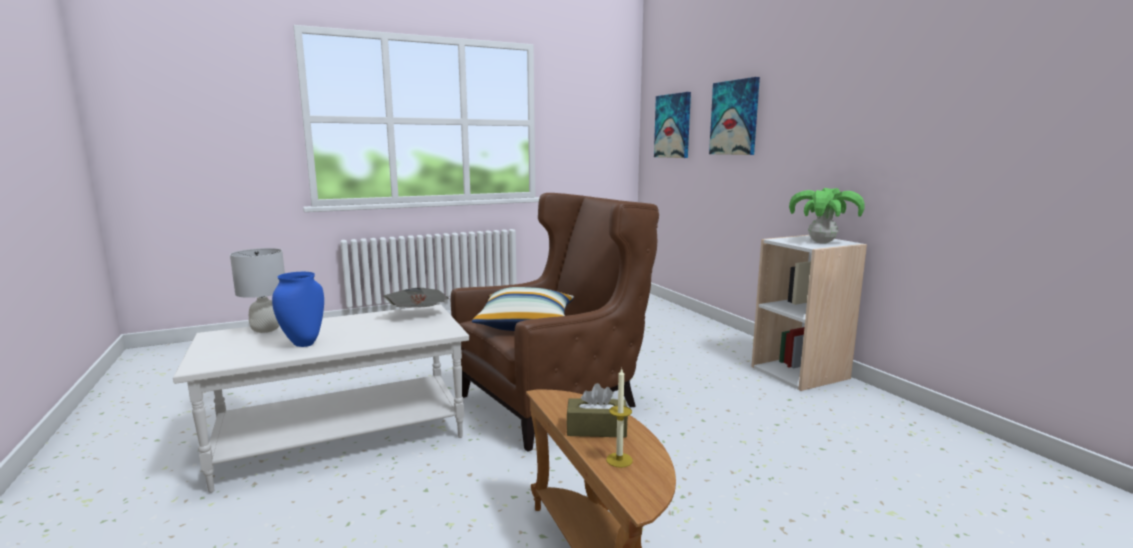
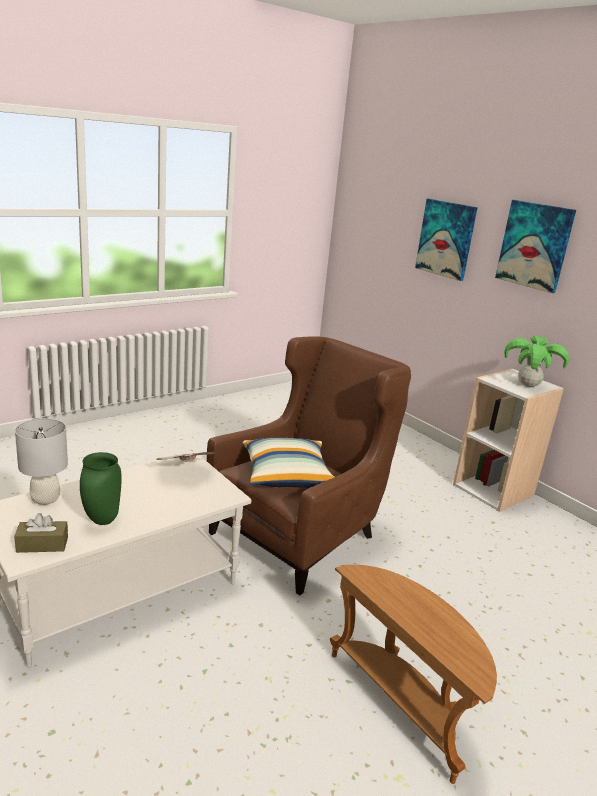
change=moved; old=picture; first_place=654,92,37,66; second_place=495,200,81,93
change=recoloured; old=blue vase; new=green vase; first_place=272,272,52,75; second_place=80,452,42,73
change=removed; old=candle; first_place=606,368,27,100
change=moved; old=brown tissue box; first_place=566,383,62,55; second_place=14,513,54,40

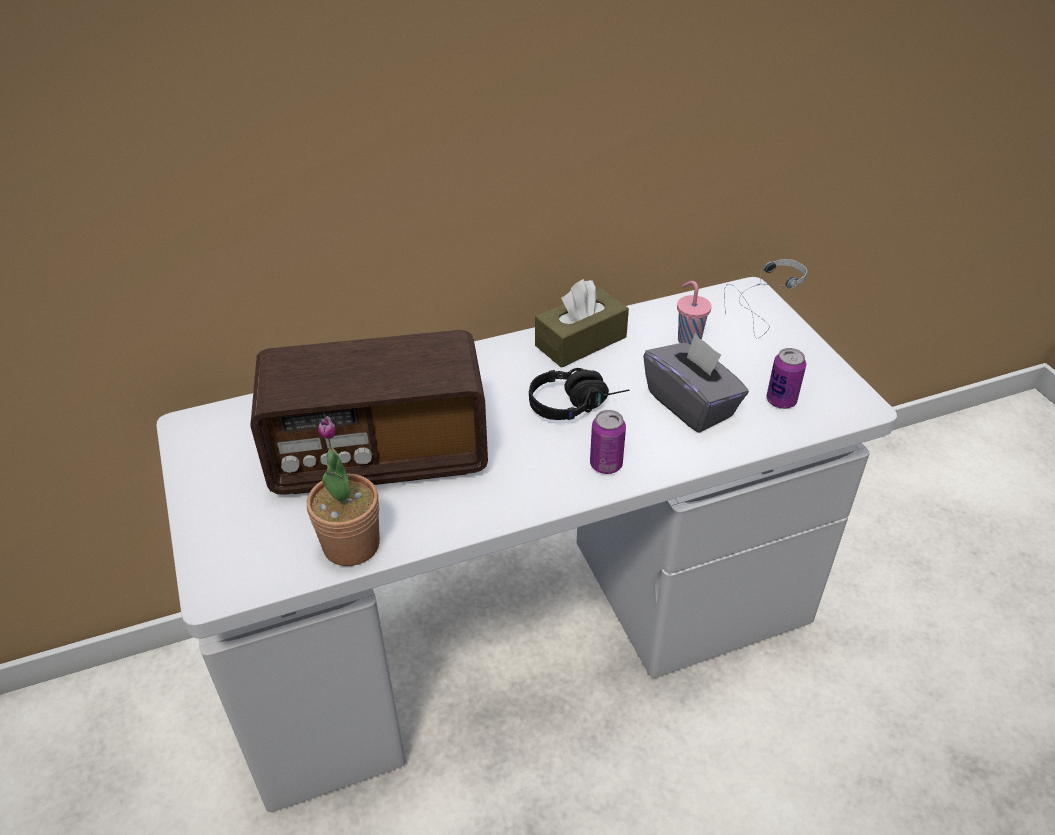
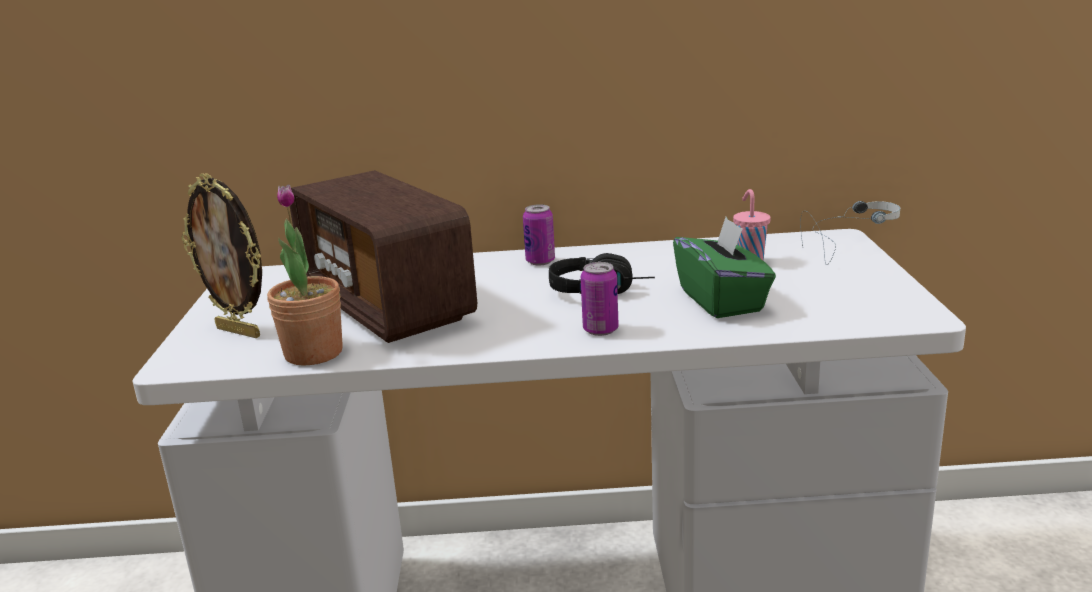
change=removed; old=brown tissue box; first_place=535,279,94,89
change=turned; old=radio; first_place=250,330,238,165; second_place=290,170,187,173; degrees=45
change=recoloured; old=grey tissue box; new=green tissue box; first_place=643,333,106,100; second_place=673,217,103,101
change=moved; old=can; first_place=766,348,40,61; second_place=523,204,32,61
change=added; new=picture frame; second_place=181,173,81,165

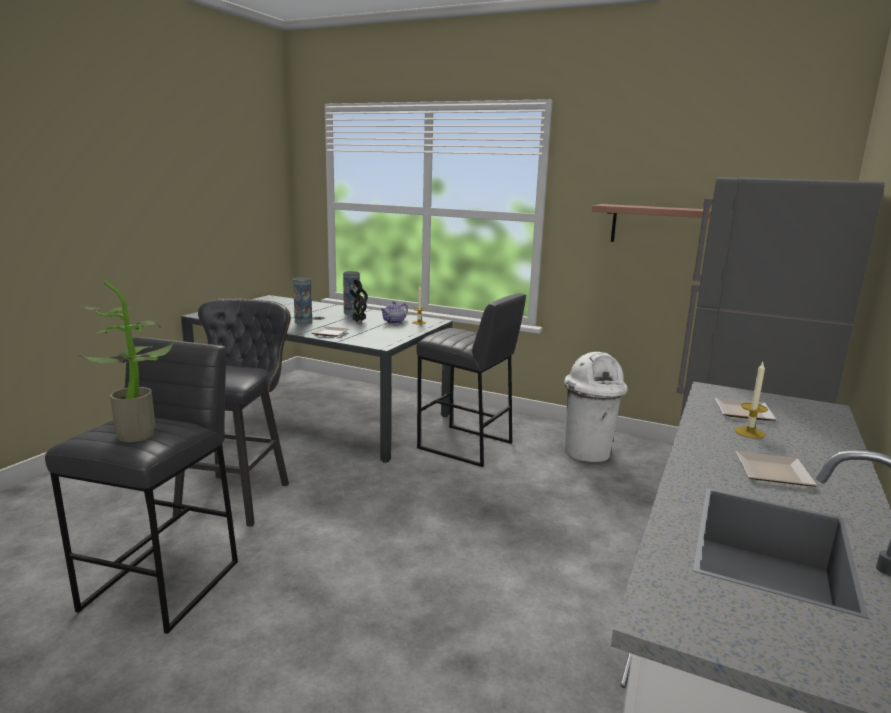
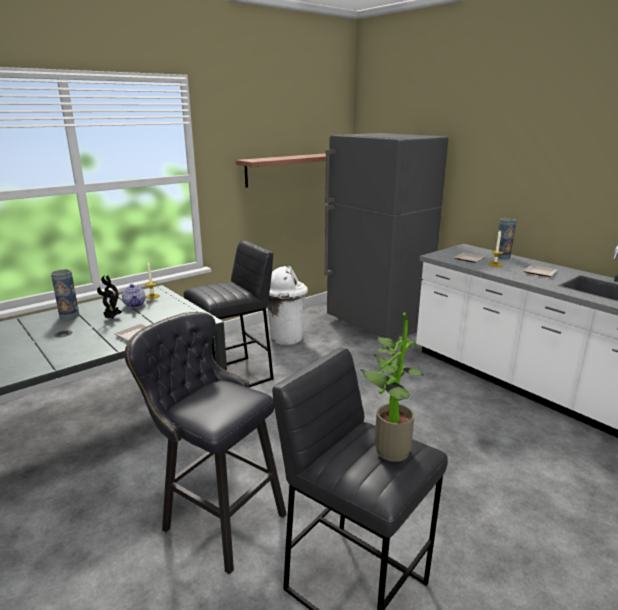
change=moved; old=vase; first_place=293,277,19,47; second_place=494,218,22,41

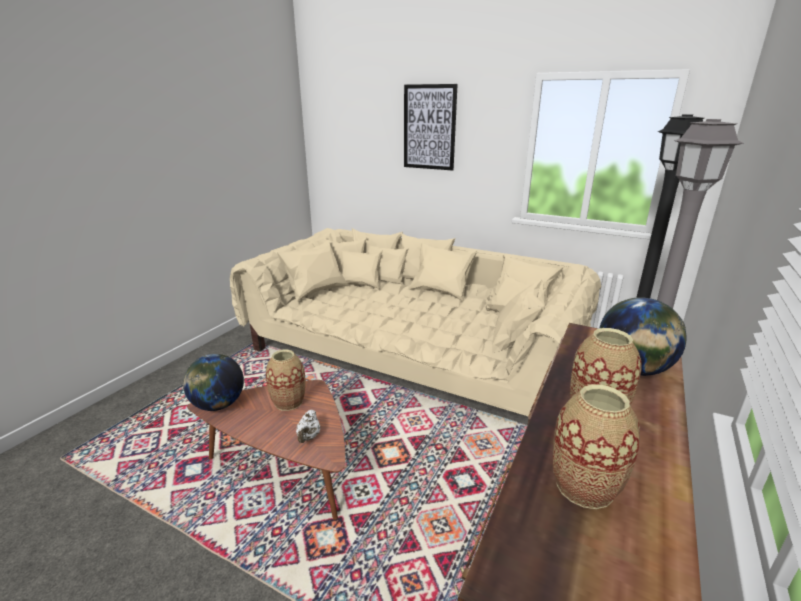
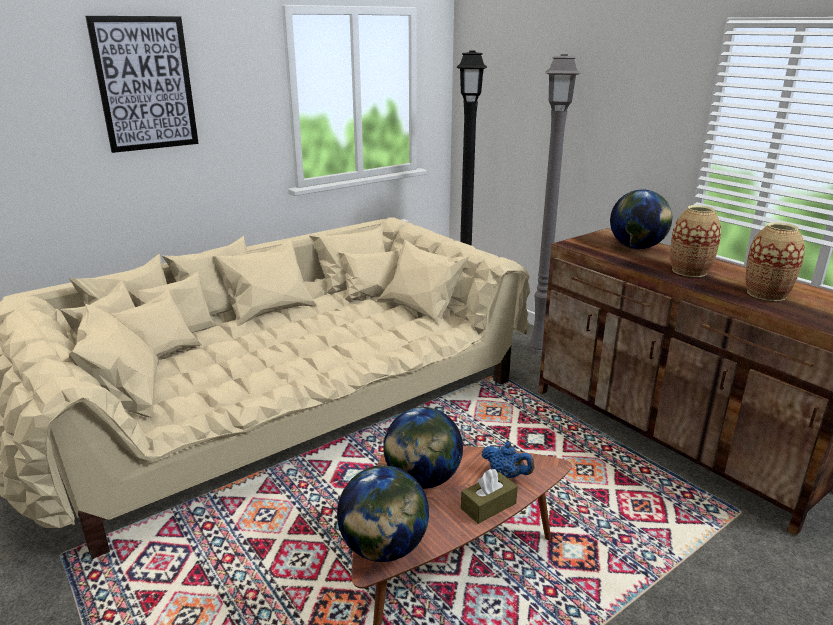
change=replaced; old=vase; new=globe; first_place=266,349,40,62; second_place=384,407,79,82
change=recoloured; old=white teapot; new=blue teapot; first_place=296,410,24,33; second_place=482,442,53,36
change=added; new=brown tissue box; second_place=461,469,57,55

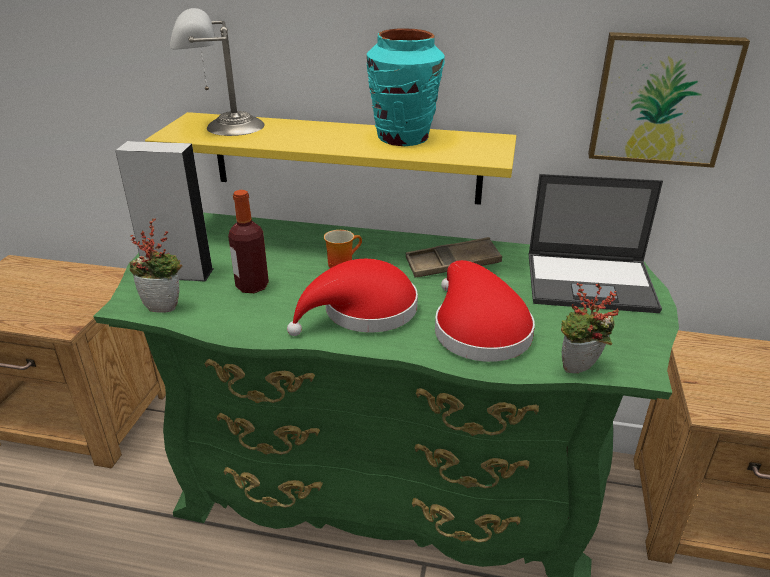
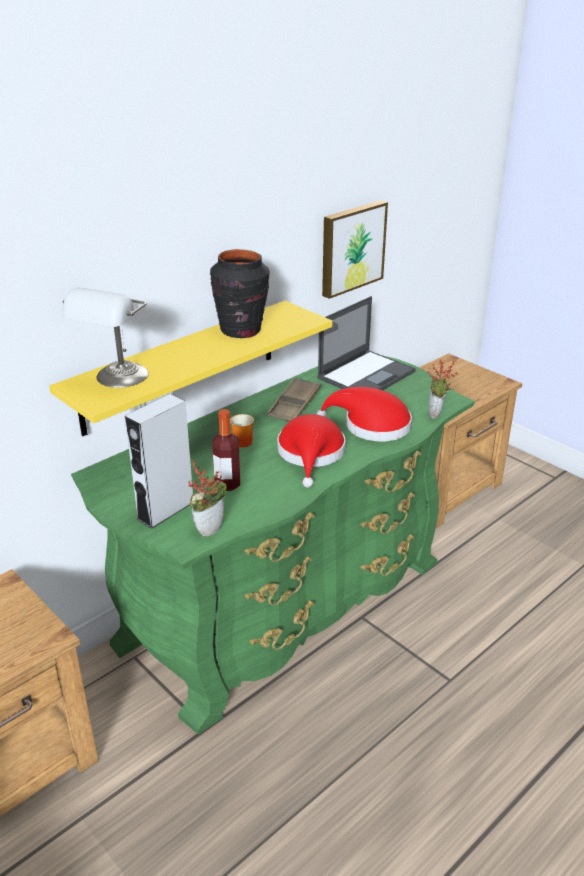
change=recoloured; old=turquoise vase; new=black vase; first_place=367,28,78,118; second_place=210,249,60,89

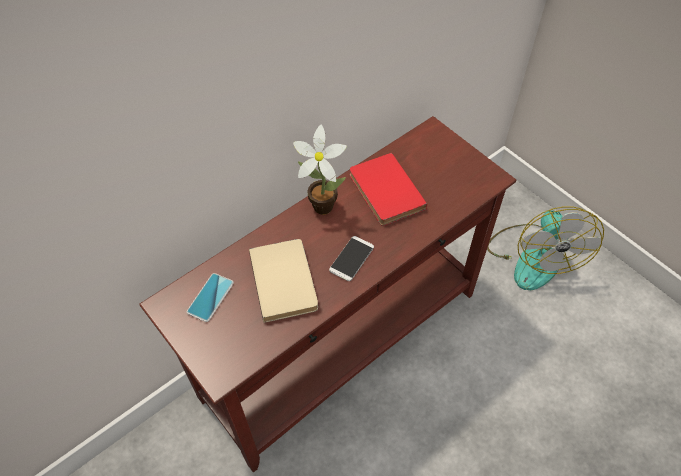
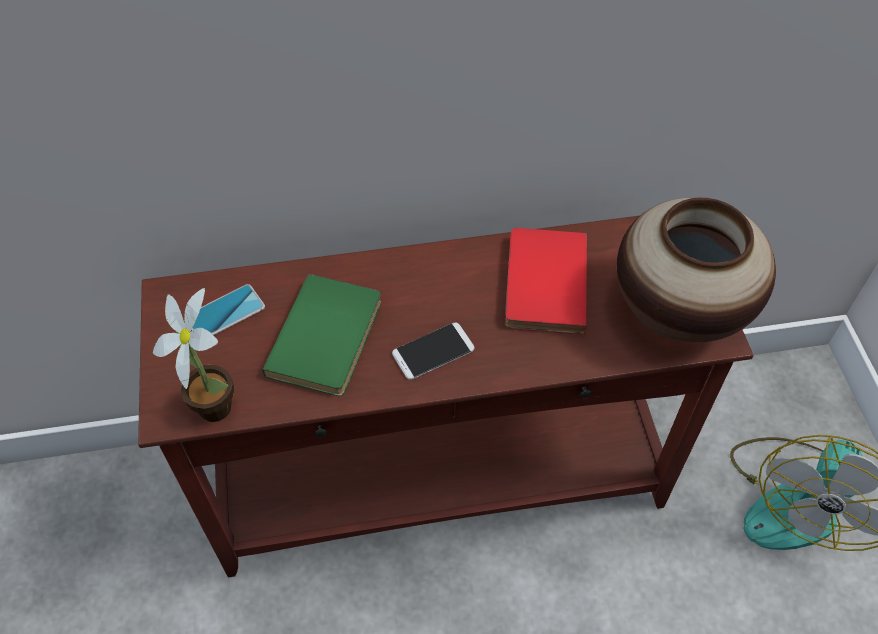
change=moved; old=potted plant; first_place=293,125,54,89; second_place=153,288,81,134
change=recoloured; old=beige book; new=green book; first_place=249,239,69,84; second_place=263,274,118,122
change=added; new=vase; second_place=617,198,159,144

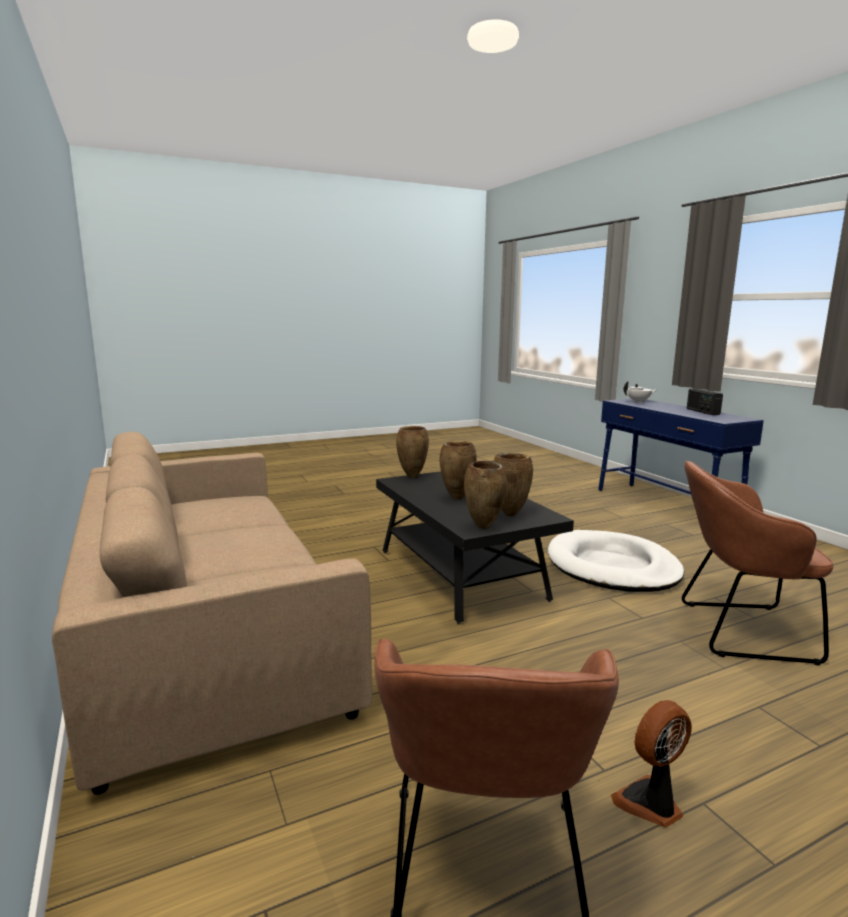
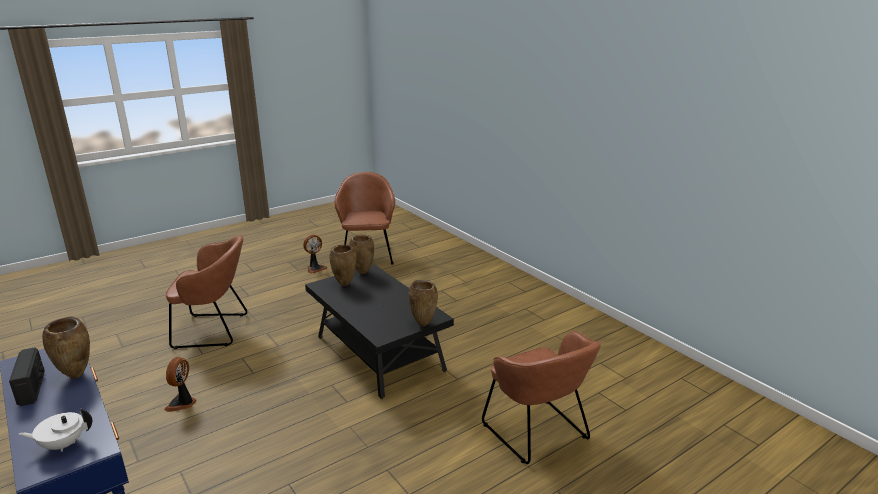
change=removed; old=beige sofa; first_place=52,432,321,363
change=moved; old=brown vase; first_place=439,441,38,58; second_place=42,316,48,63
change=removed; old=white dog bed; first_place=548,530,136,62
change=added; new=brown armchair; second_place=482,331,119,133
change=added; new=fan; second_place=164,357,33,55

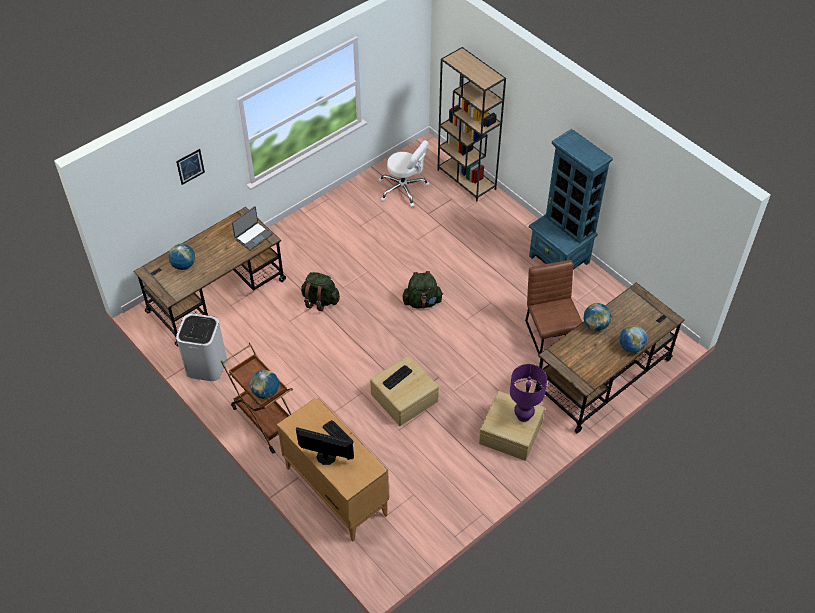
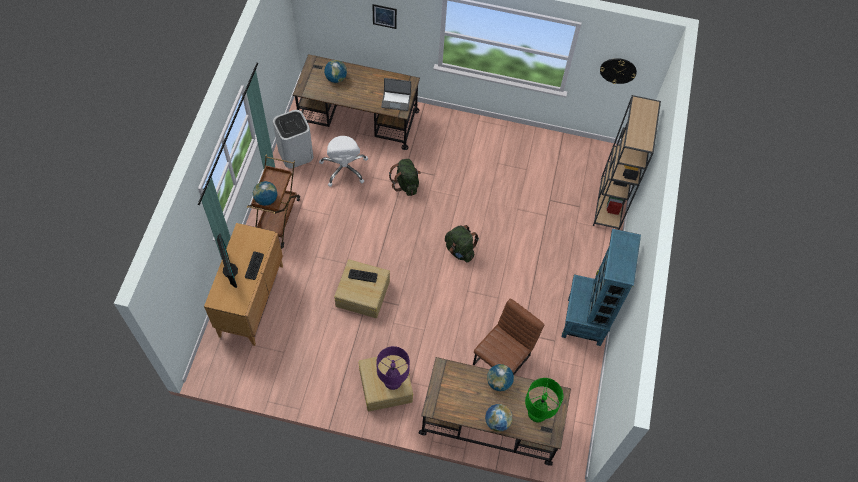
change=moved; old=white office chair; first_place=379,140,50,67; second_place=319,136,49,51
change=added; new=wall clock; second_place=600,58,37,26
change=added; new=green table lamp; second_place=525,378,38,44

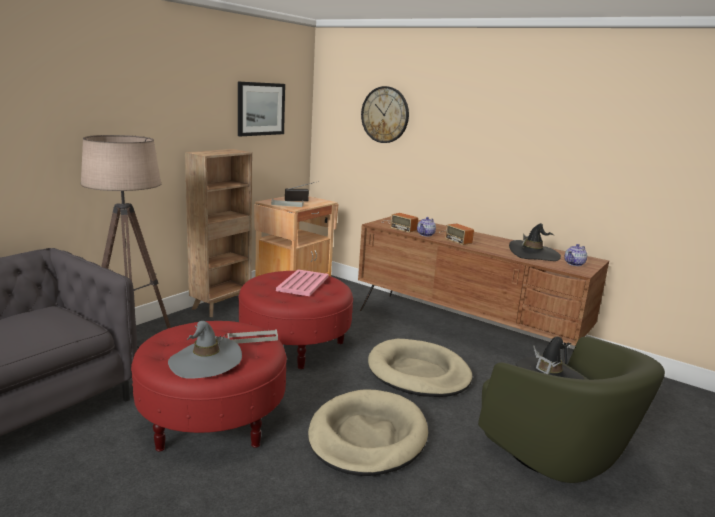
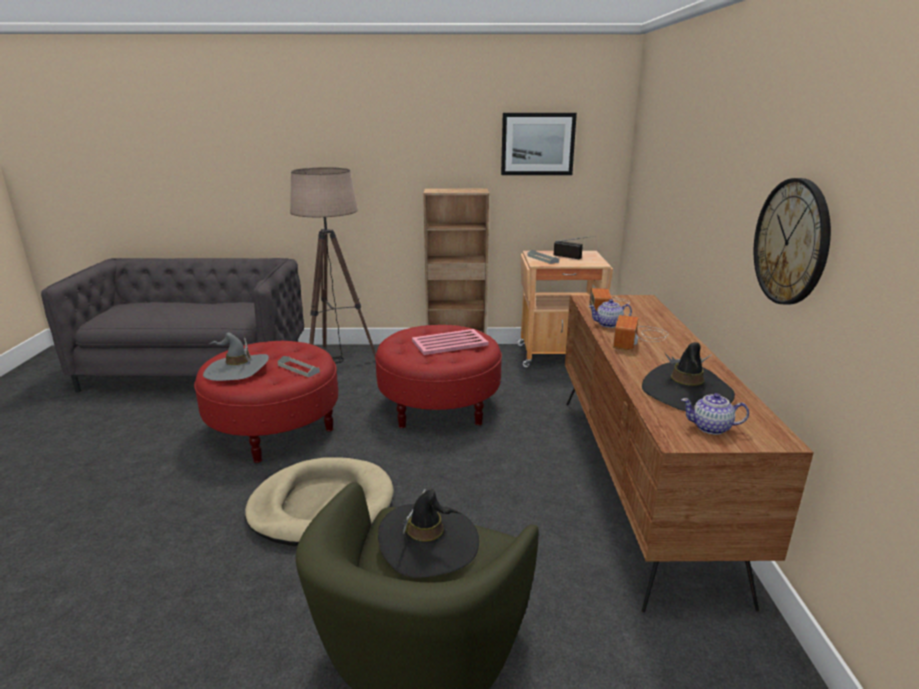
change=moved; old=wall clock; first_place=361,86,48,57; second_place=754,178,77,126
change=removed; old=beige dog bed; first_place=368,339,105,58

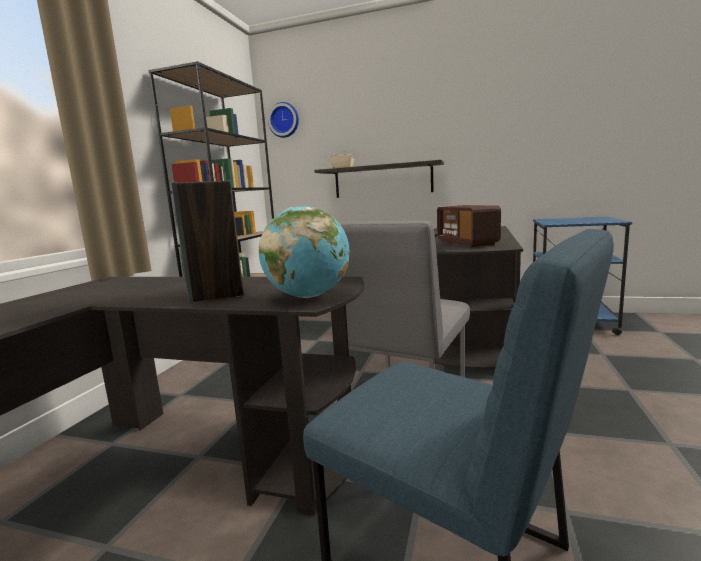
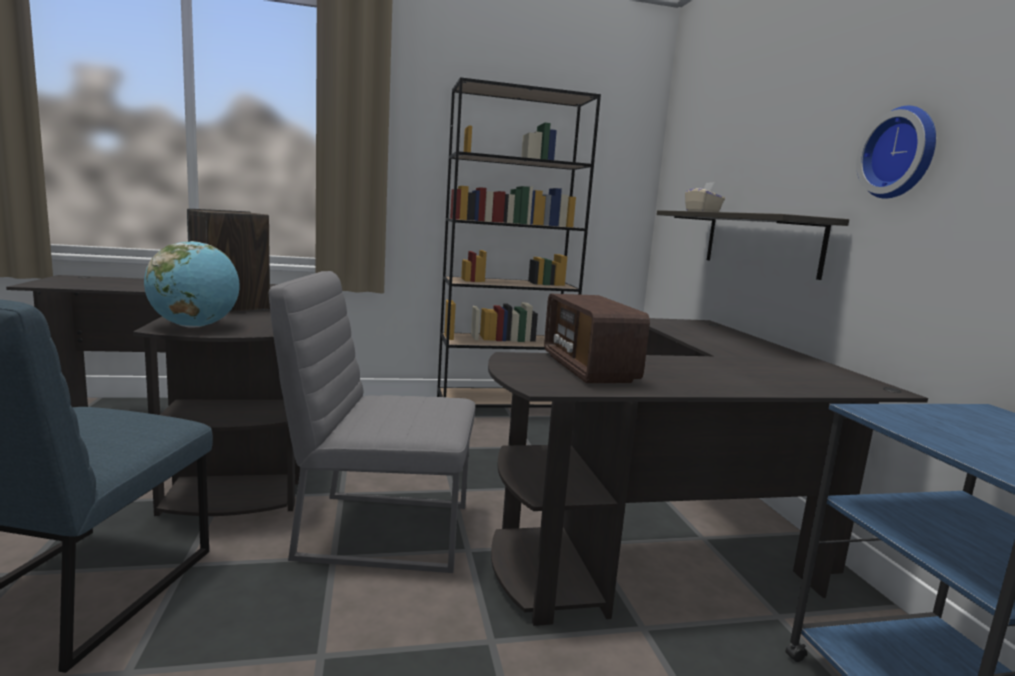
change=moved; old=wall clock; first_place=268,102,31,36; second_place=856,106,80,93
change=turned; old=radio; first_place=437,205,64,42; second_place=544,294,106,89; degrees=-60

